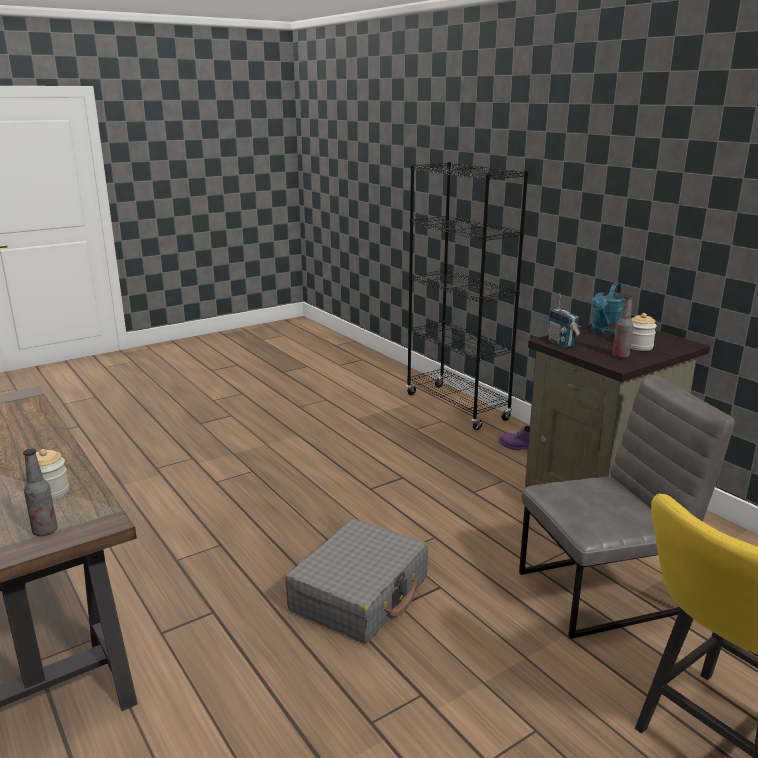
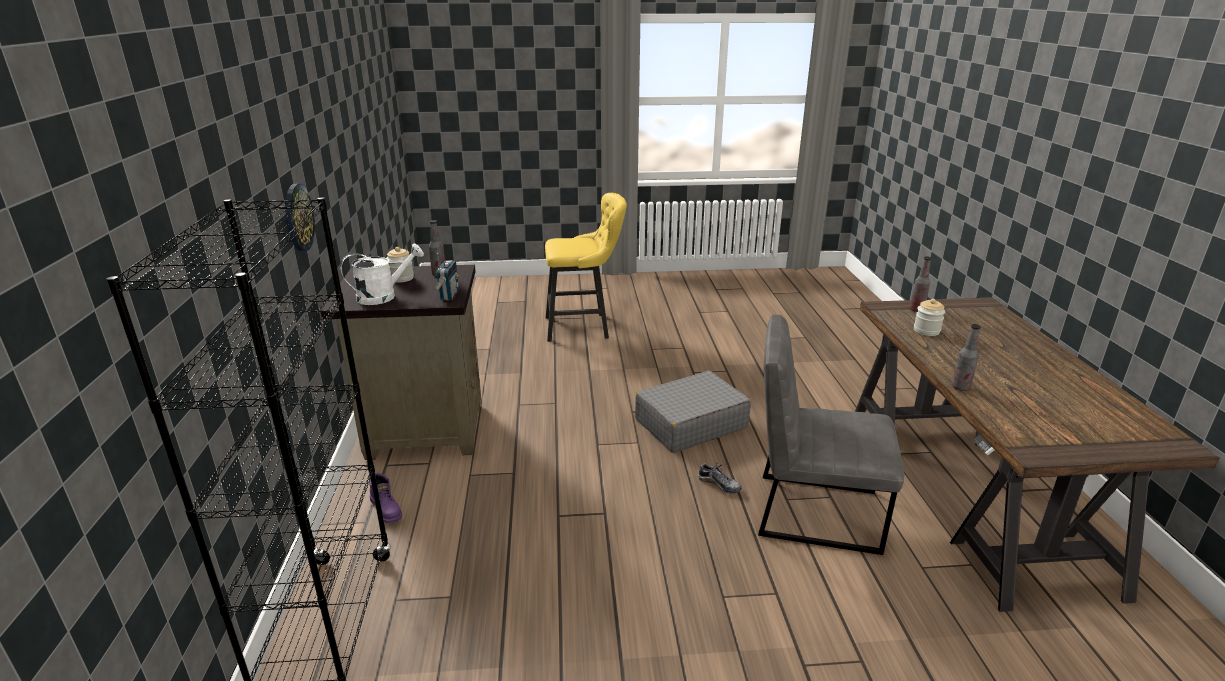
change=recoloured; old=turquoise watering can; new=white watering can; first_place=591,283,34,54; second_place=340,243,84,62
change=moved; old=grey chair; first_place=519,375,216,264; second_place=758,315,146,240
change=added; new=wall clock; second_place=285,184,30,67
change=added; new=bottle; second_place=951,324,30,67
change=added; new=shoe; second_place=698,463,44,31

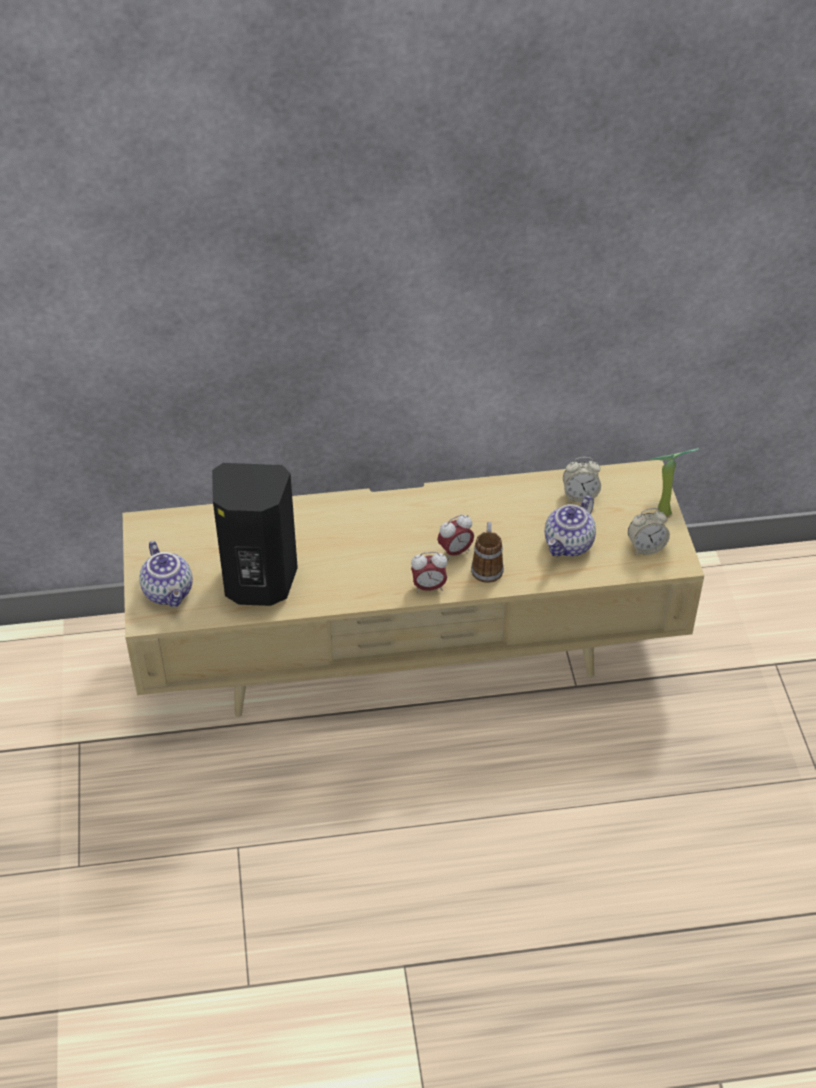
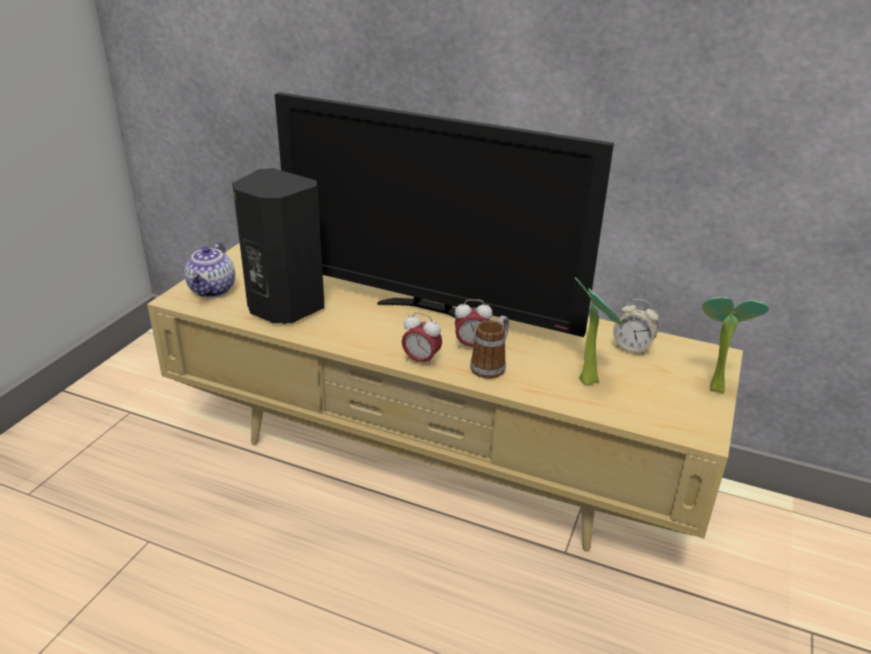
change=replaced; old=teapot; new=potted plant; first_place=545,496,51,60; second_place=575,277,49,109
change=removed; old=alarm clock; first_place=628,508,42,47
change=added; new=television; second_place=275,92,339,245

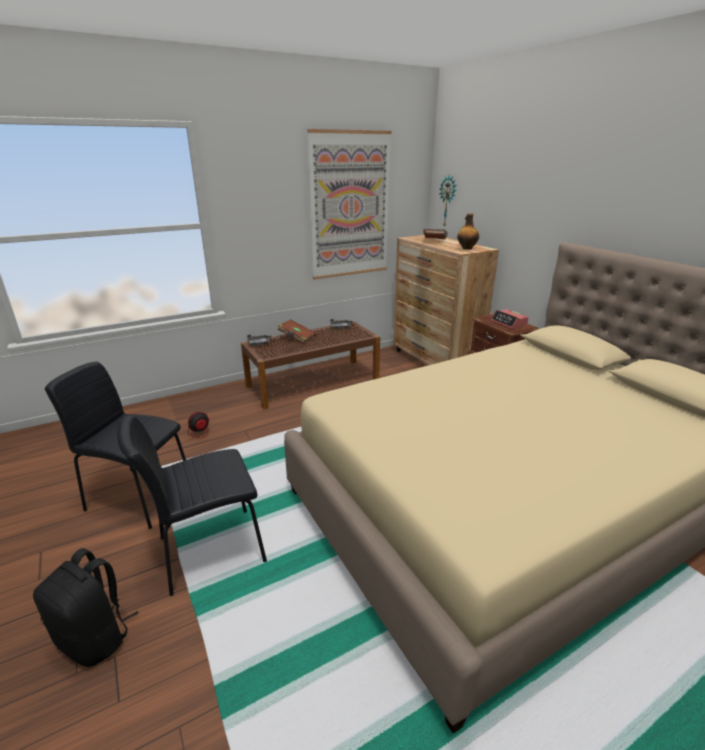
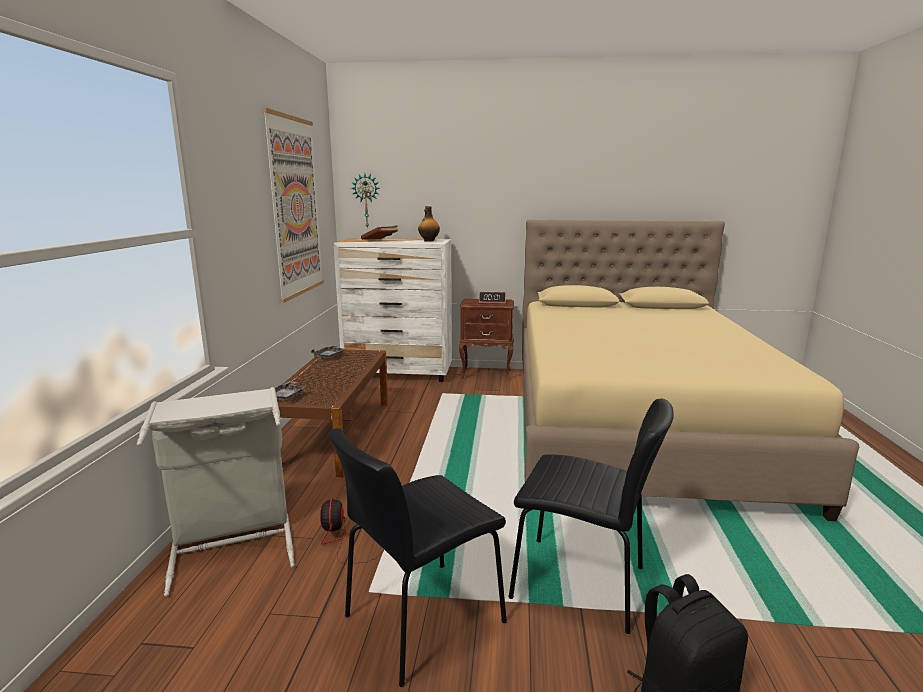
change=recoloured; old=brown dresser; new=white dresser; first_place=393,235,106,130; second_place=334,238,118,144
change=removed; old=brown book; first_place=278,319,38,25
change=turned; old=black chair; first_place=117,415,150,181; second_place=508,399,166,235; degrees=-75
change=added; new=grey laundry basket; second_place=137,387,158,210

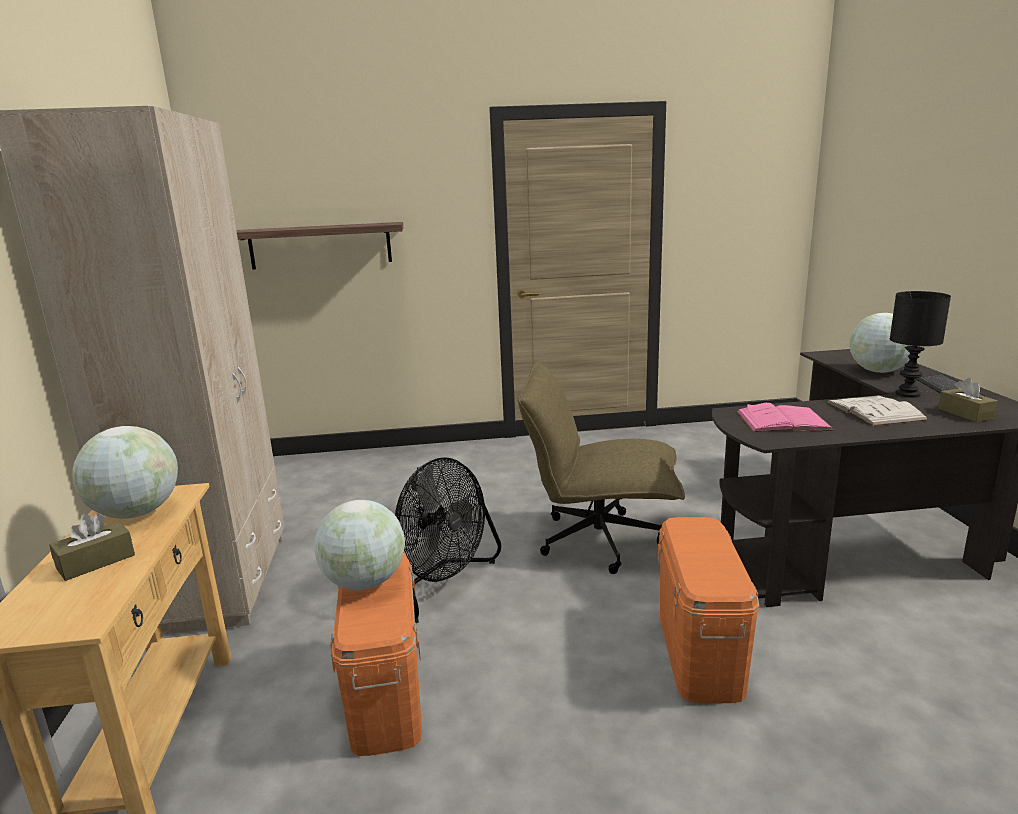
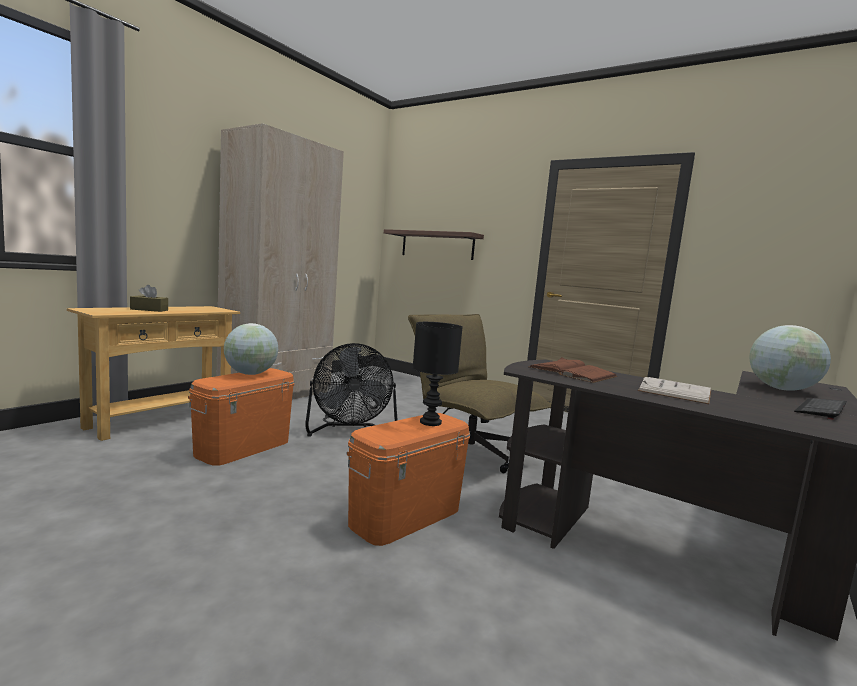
change=moved; old=black table lamp; first_place=890,291,61,107; second_place=413,322,49,104
change=removed; old=brown tissue box; first_place=938,378,60,44
change=recoloured; old=pink book; new=brown book; first_place=736,403,98,29; second_place=529,357,89,26
change=removed; old=globe; first_place=72,426,106,93

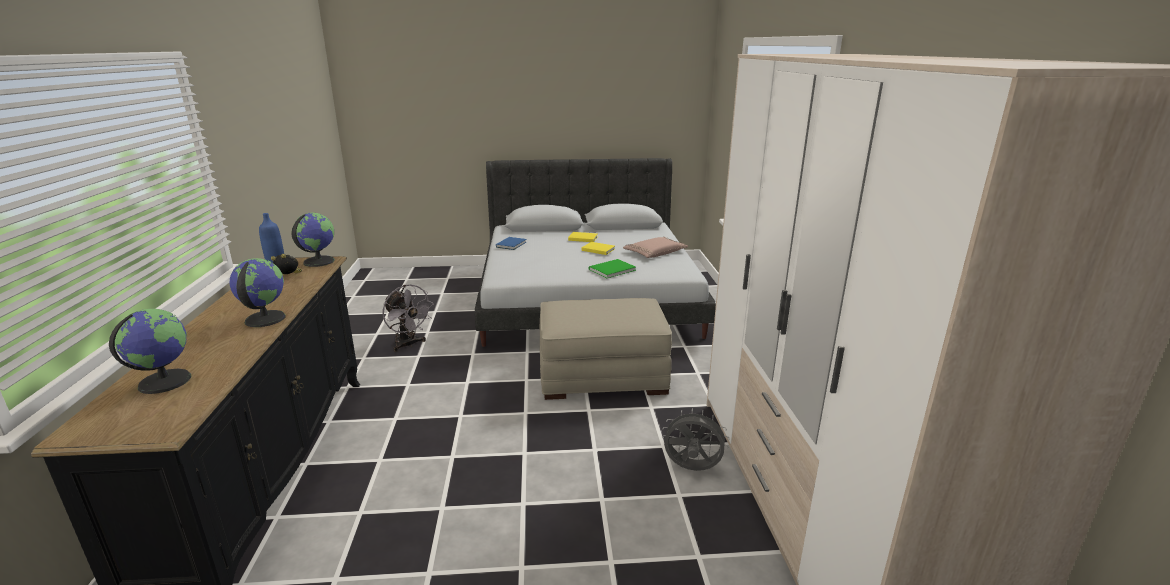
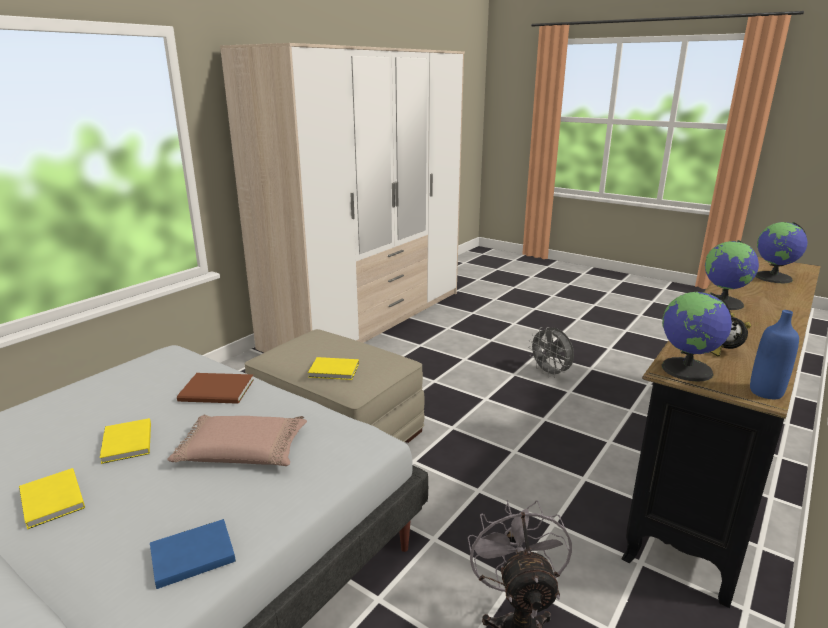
change=moved; old=beige pillow; first_place=623,237,65,21; second_place=167,414,140,52
change=recoloured; old=green book; new=brown book; first_place=589,259,47,19; second_place=177,373,77,31
change=moved; old=grey fan; first_place=662,408,67,63; second_place=528,327,46,51
change=added; new=yellow book; second_place=308,357,51,23

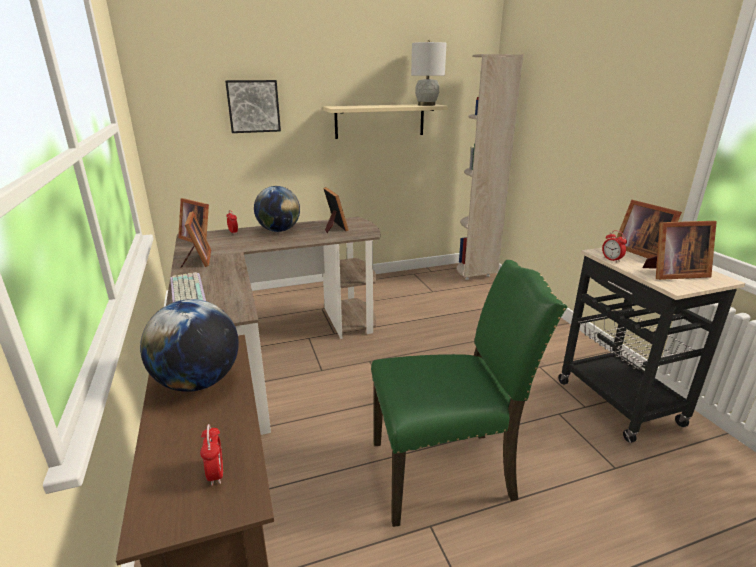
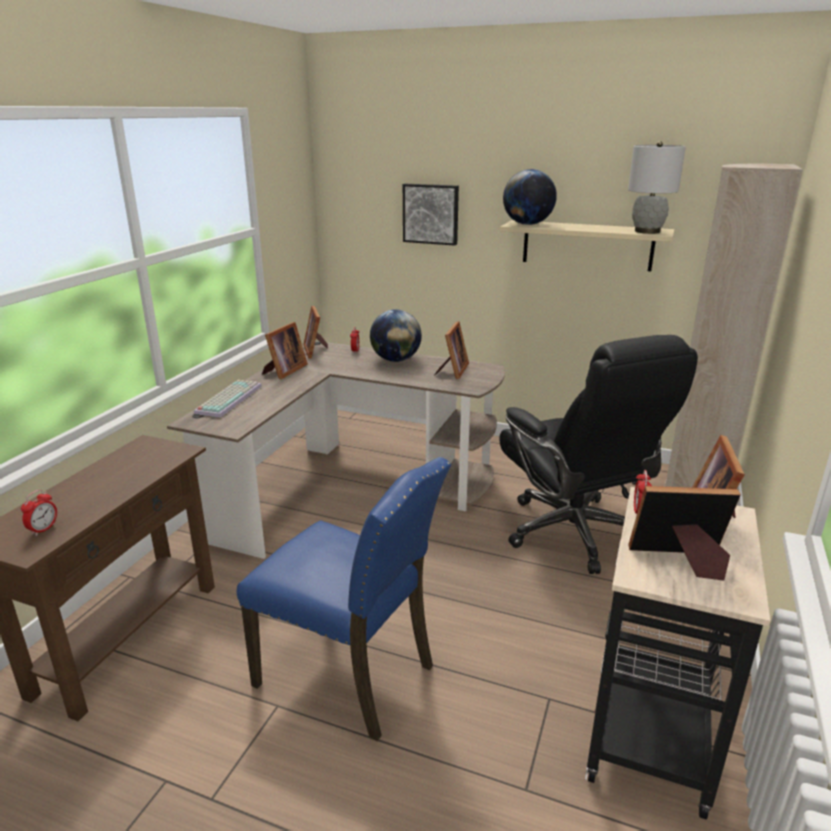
change=turned; old=picture frame; first_place=642,221,75,59; second_place=628,486,113,95; degrees=150
change=recoloured; old=green chair; new=blue chair; first_place=371,260,196,267; second_place=237,457,214,284
change=moved; old=globe; first_place=140,299,99,93; second_place=503,169,54,56
change=added; new=black office chair; second_place=499,335,199,239

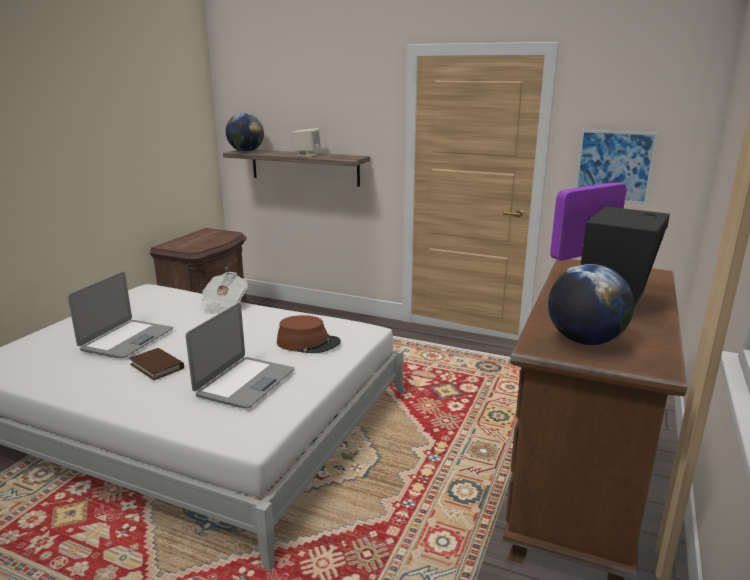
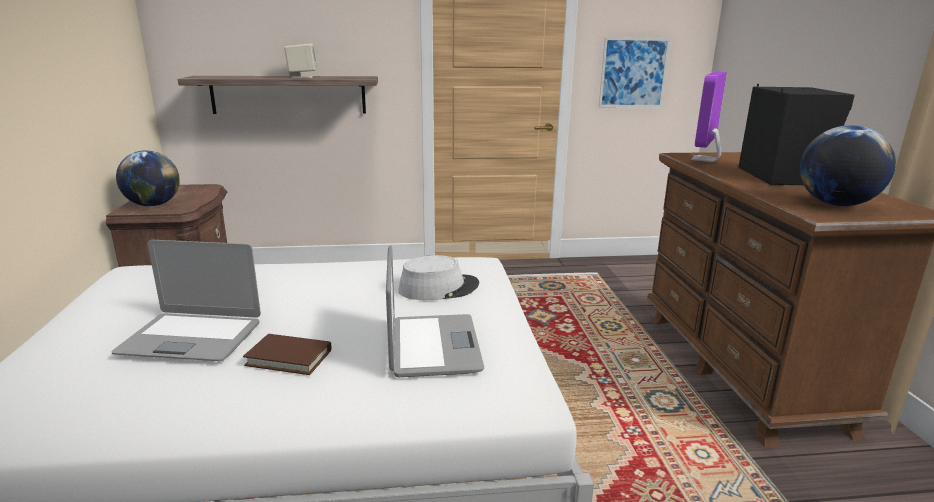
change=moved; old=globe; first_place=226,113,38,39; second_place=116,150,64,56
change=turned; old=laptop; first_place=68,272,105,86; second_place=112,240,149,121; degrees=105
change=removed; old=newspaper; first_place=202,272,46,42
change=recoloured; old=brown hat; new=grey hat; first_place=277,315,64,38; second_place=399,255,80,45

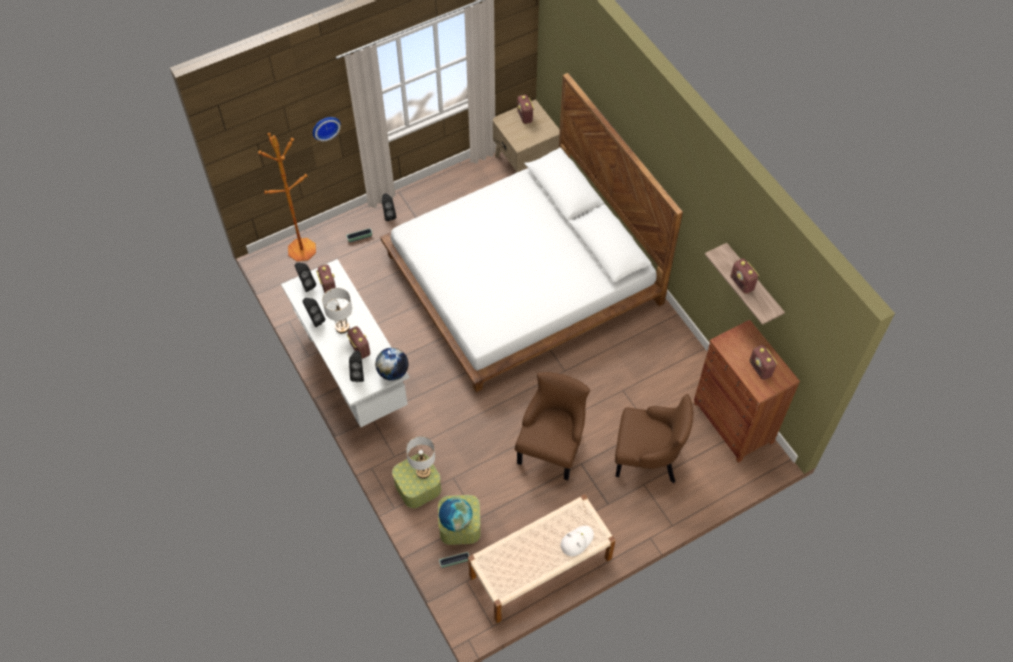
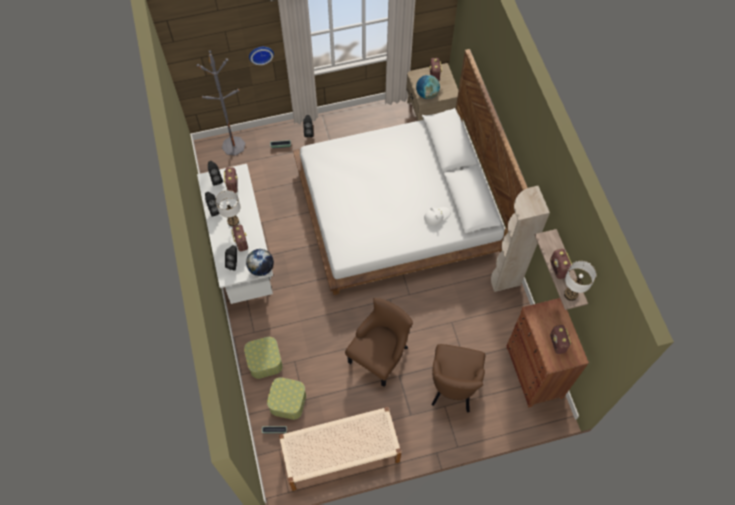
change=recoloured; old=orange clothes rack; new=grey clothes rack; first_place=258,133,58,128; second_place=197,50,49,106
change=turned; old=brown chair; first_place=615,394,79,89; second_place=431,344,54,69; degrees=75
change=moved; old=table lamp; first_place=406,436,29,43; second_place=564,261,32,40
change=moved; old=globe; first_place=439,497,33,34; second_place=416,75,24,24
change=moved; old=white hat; first_place=561,526,33,30; second_place=424,207,26,18
change=added; new=beige bookcase; second_place=491,186,59,106

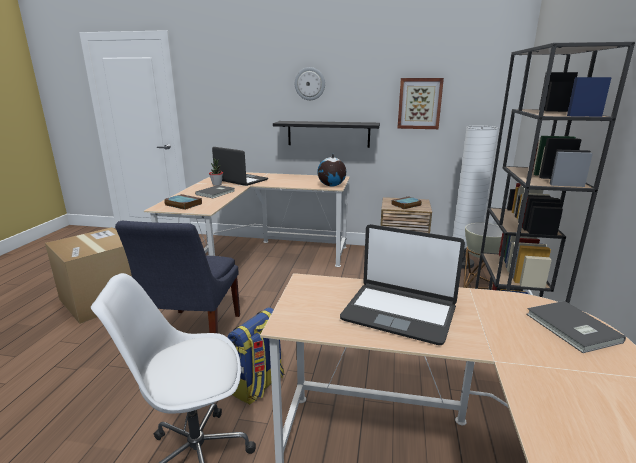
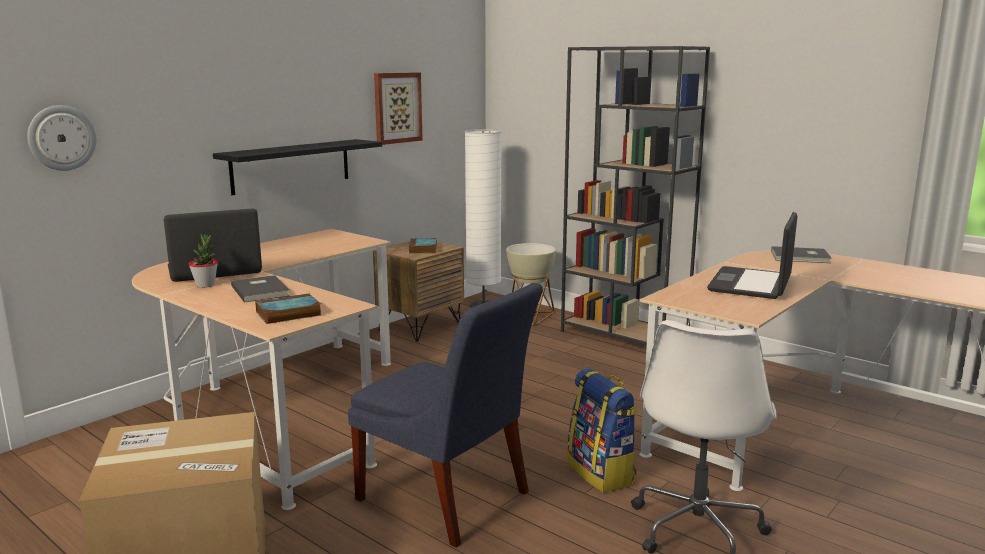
change=moved; old=wall clock; first_place=295,67,30,33; second_place=27,105,69,66
change=removed; old=globe; first_place=317,154,29,33
change=turned; old=laptop; first_place=340,224,125,121; second_place=707,212,90,87; degrees=150

